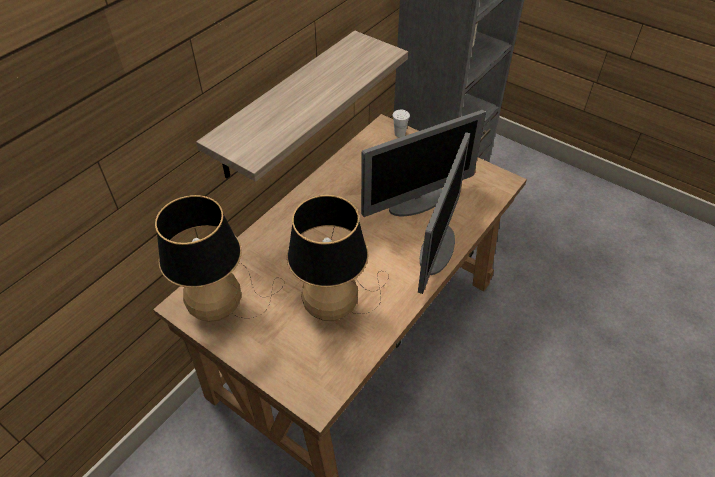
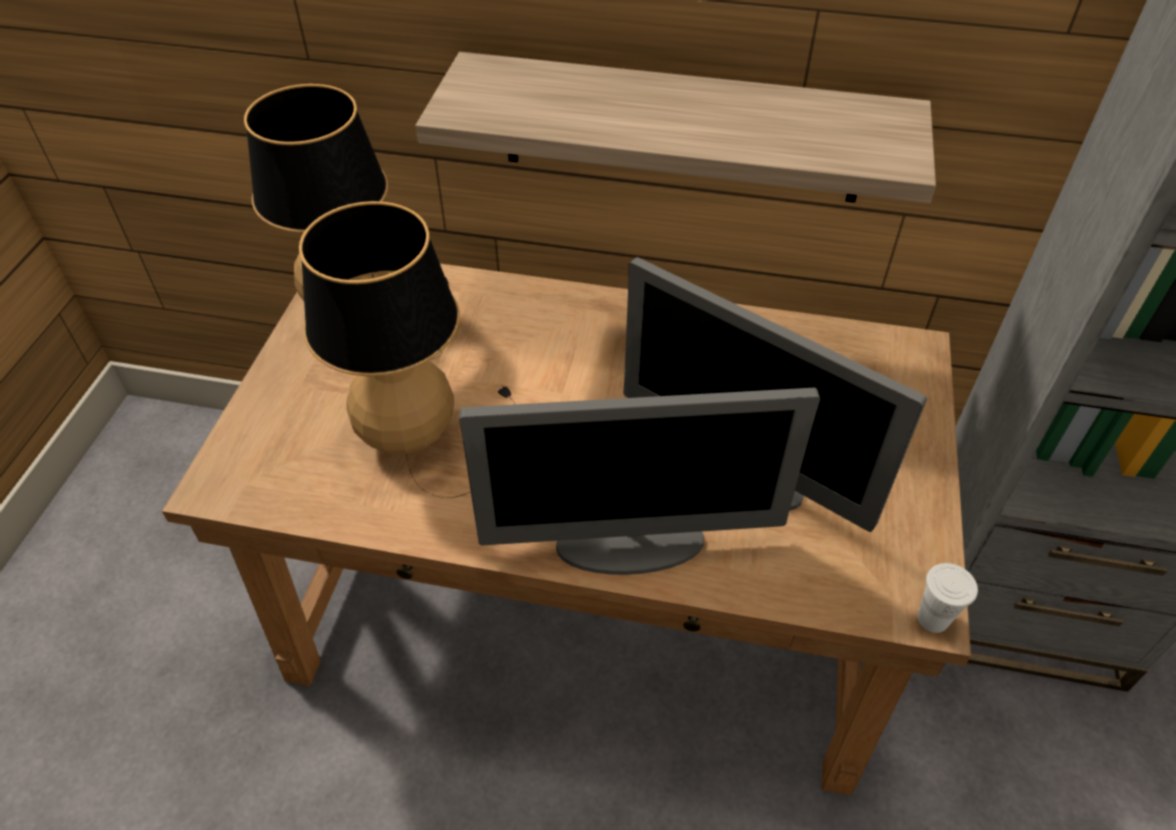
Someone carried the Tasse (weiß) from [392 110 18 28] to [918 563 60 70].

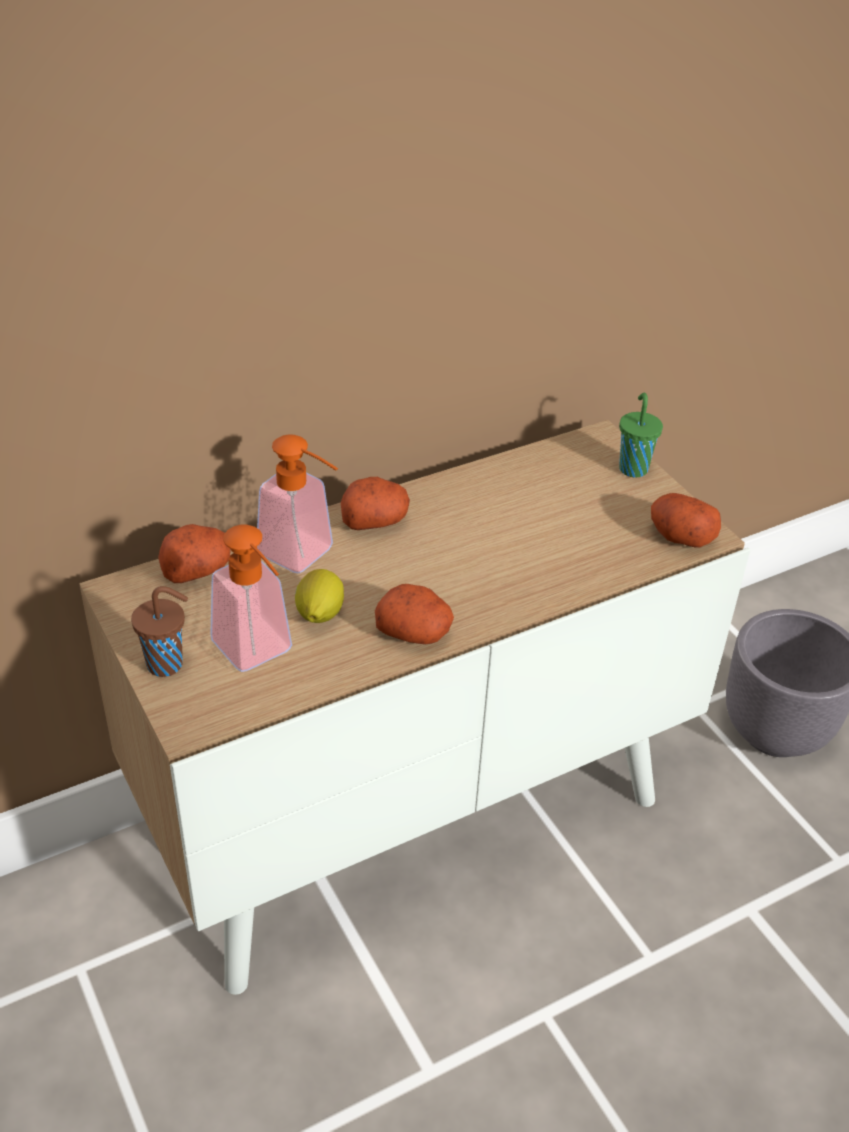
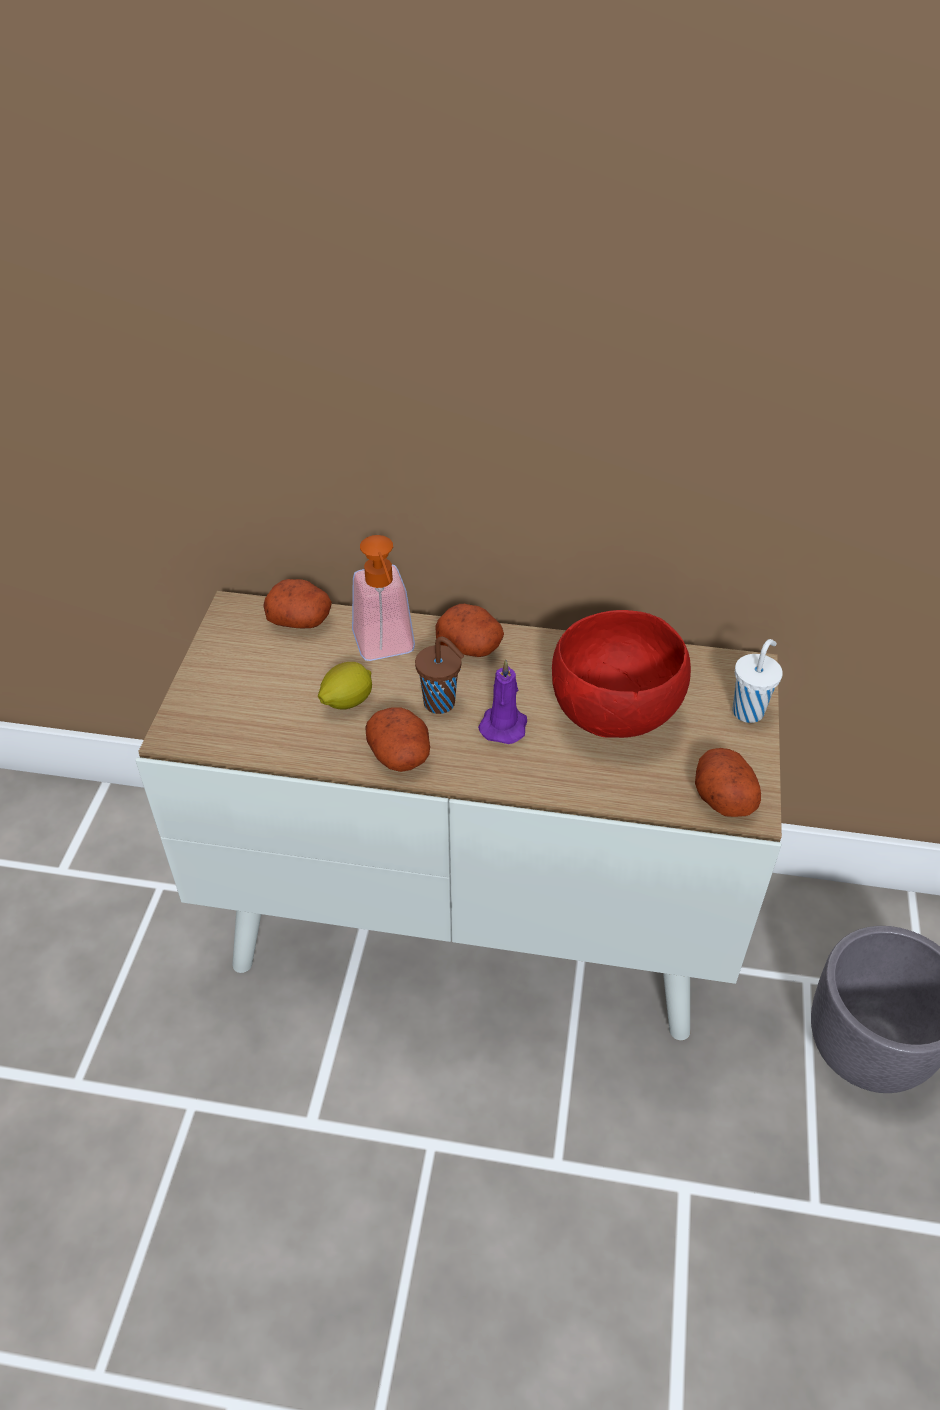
Someone repainted the Tasse (grün) at [619 393 44 85], which became the Tasse (weiß) at [732 639 51 84].
Someone took away the Seifenspender at [210 525 82 147].
Someone carried the Tasse (braun) from [131 586 57 91] to [415 637 49 77].
Someone put down the Schüssel (rot) at [552 610 139 128].
Someone put down the Kerze (lila) at [478 660 49 84].

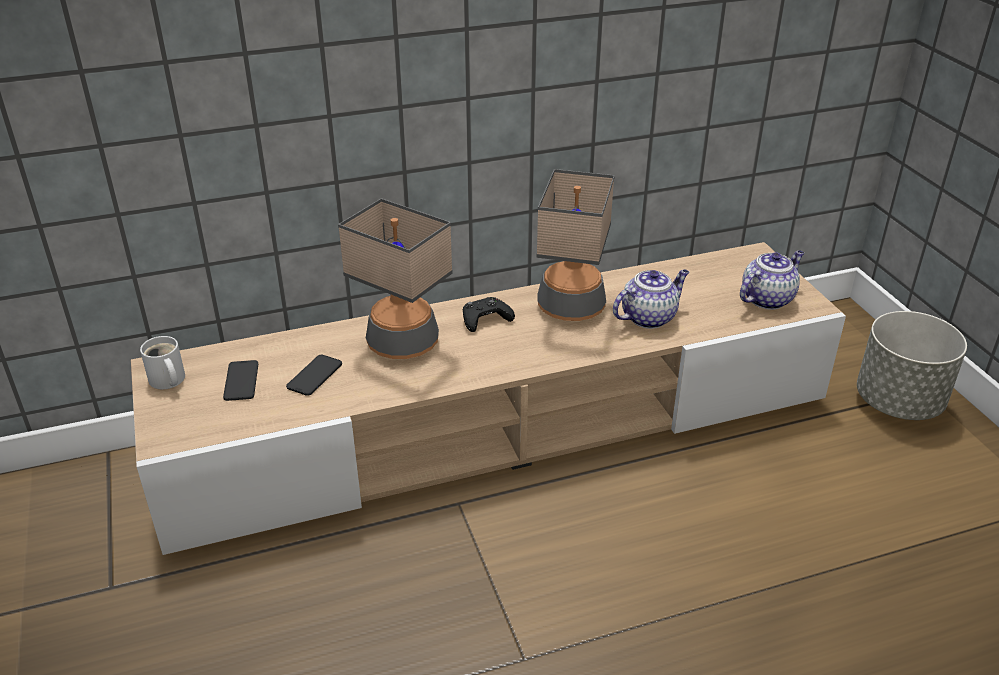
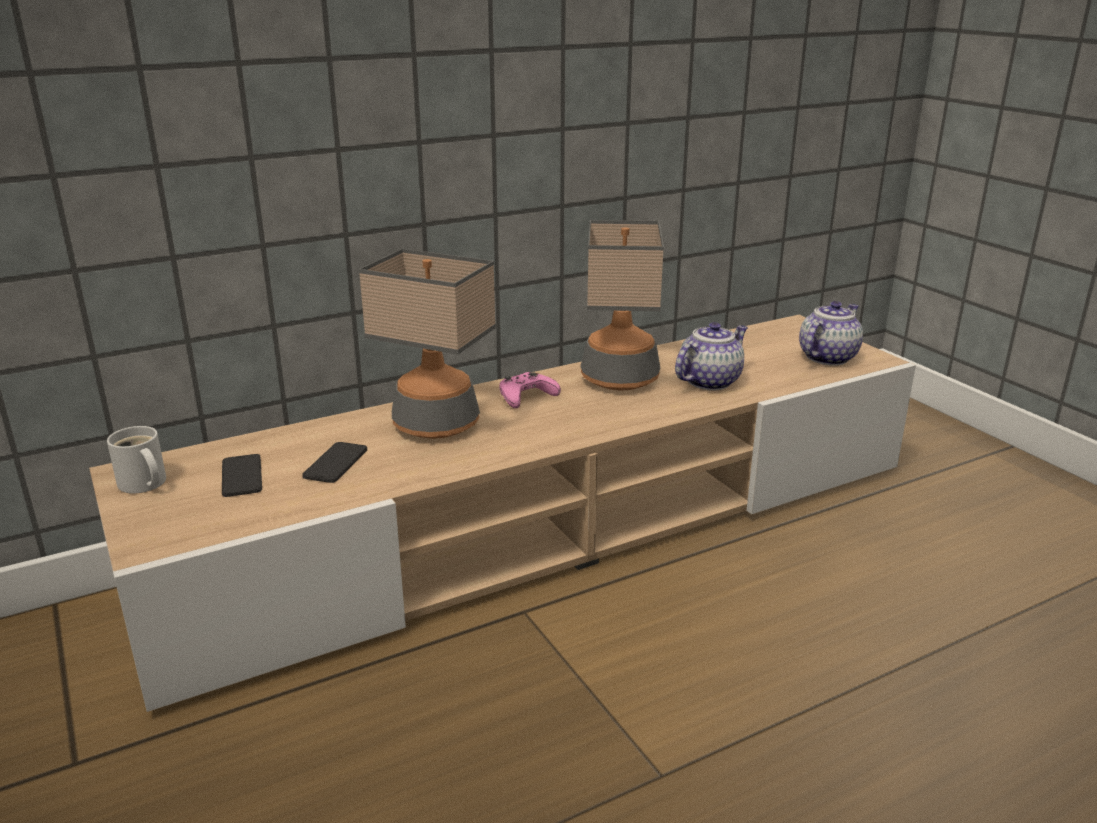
Someone repainted the Gamepad (schwarz) at [463 297 52 35], which became the Gamepad (rosa) at [499 372 62 36].
Someone took away the Pflanzkübel (grau) at [857 311 110 109].

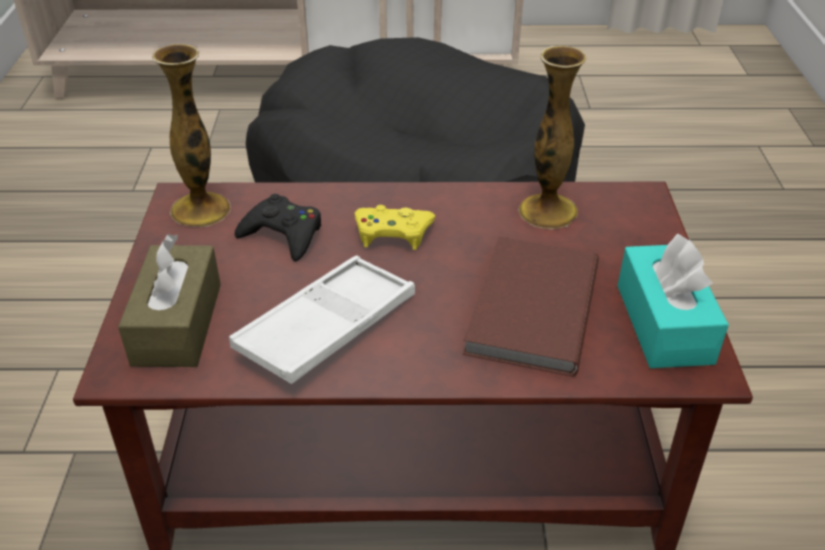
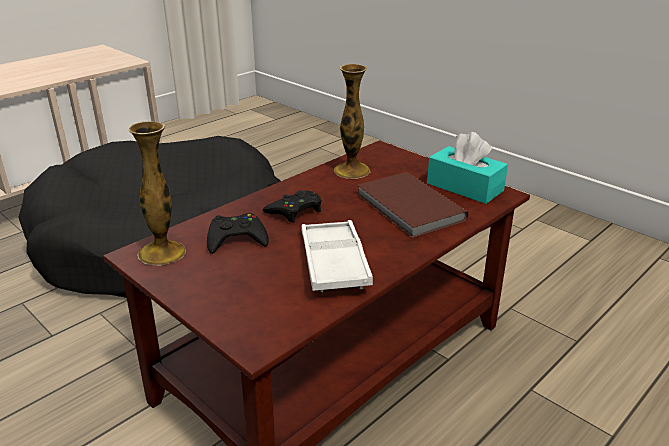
Someone repainted the Gamepad (gelb) at [355 205 80 45], which became the Gamepad (schwarz) at [263 190 59 33].
Someone took away the Taschentuchbox (braun) at [118 234 103 133].

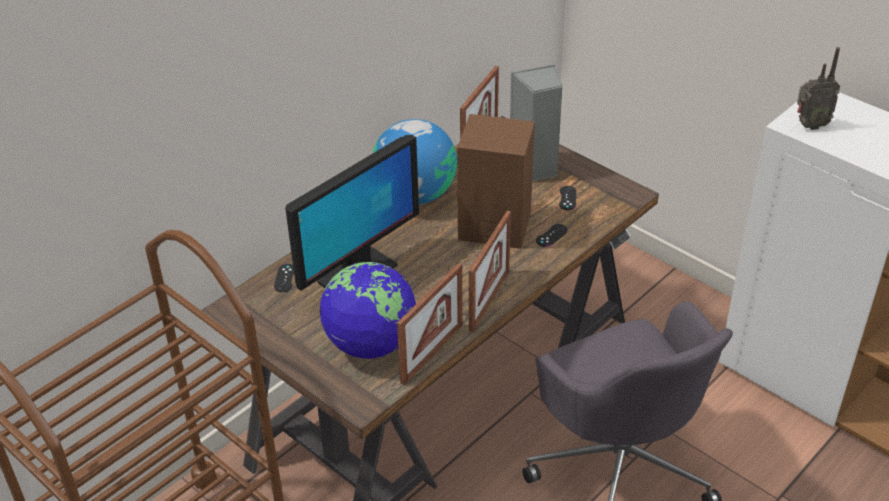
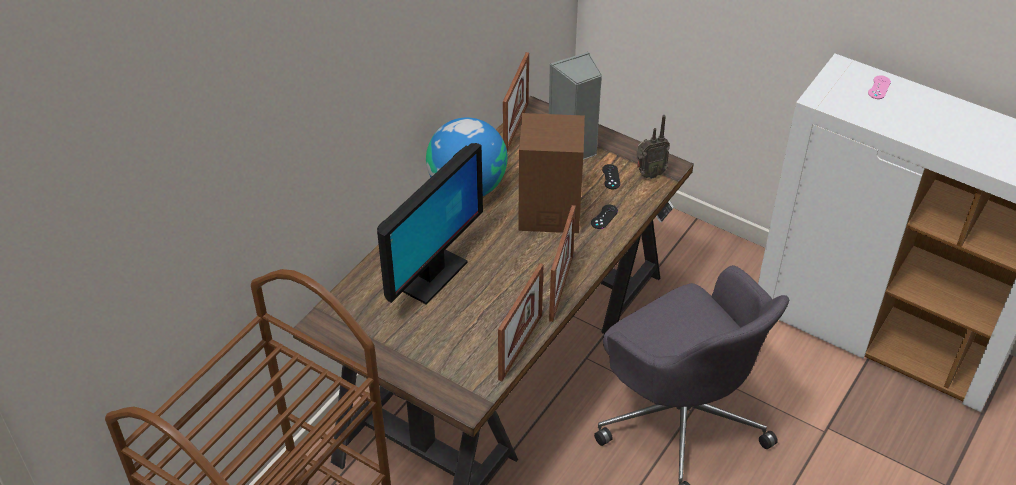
Someone carried the Radio from [797 47 43 83] to [636 115 34 64].
Someone took away the Globus at [319 262 97 97].
Someone took away the Gamepad (schwarz) at [274 264 20 28].
Someone put down the Gamepad (rosa) at [868 75 23 24].

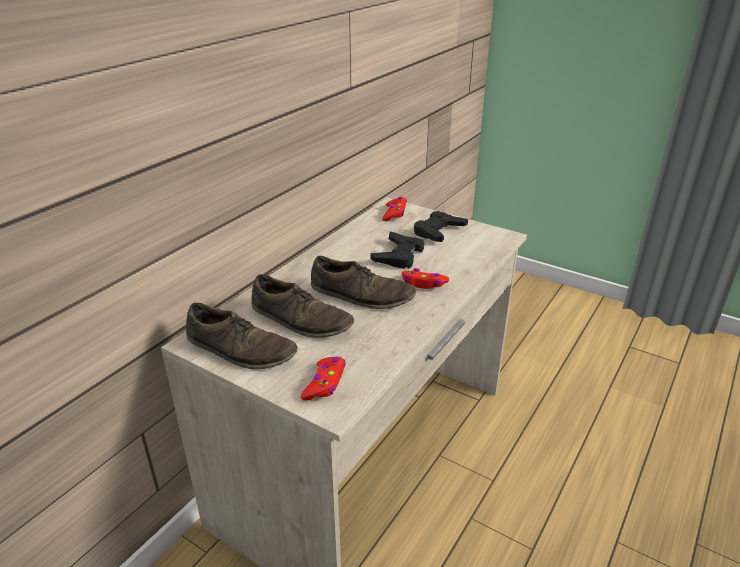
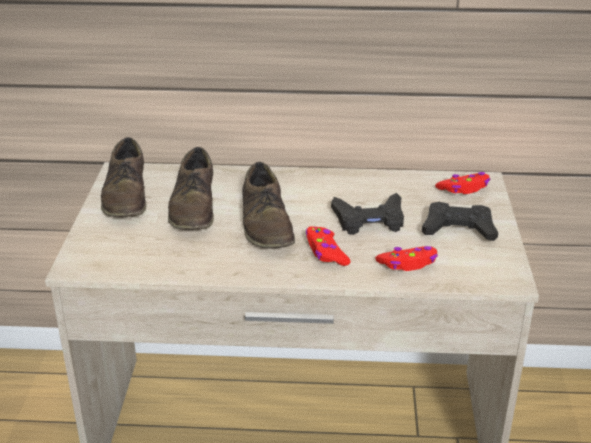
Someone carried the Gamepad (rot) from [301 357 45 44] to [375 246 63 25].

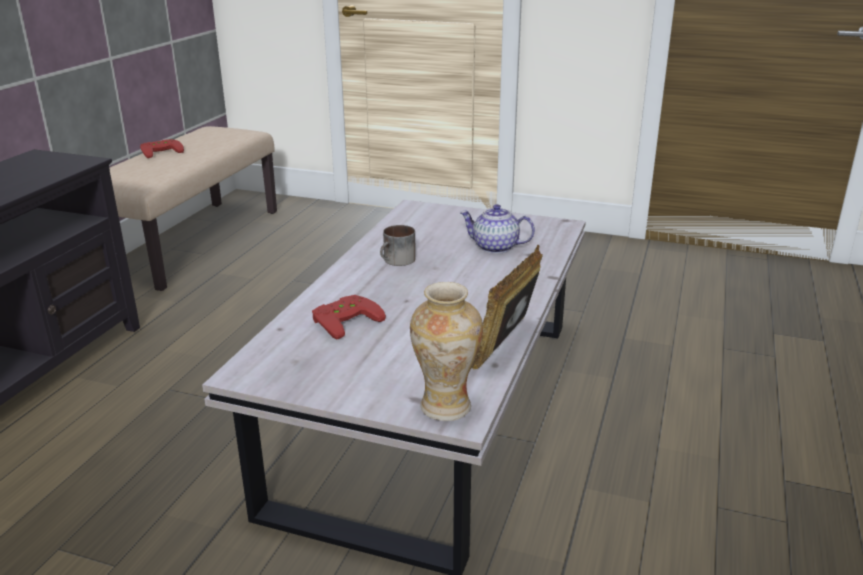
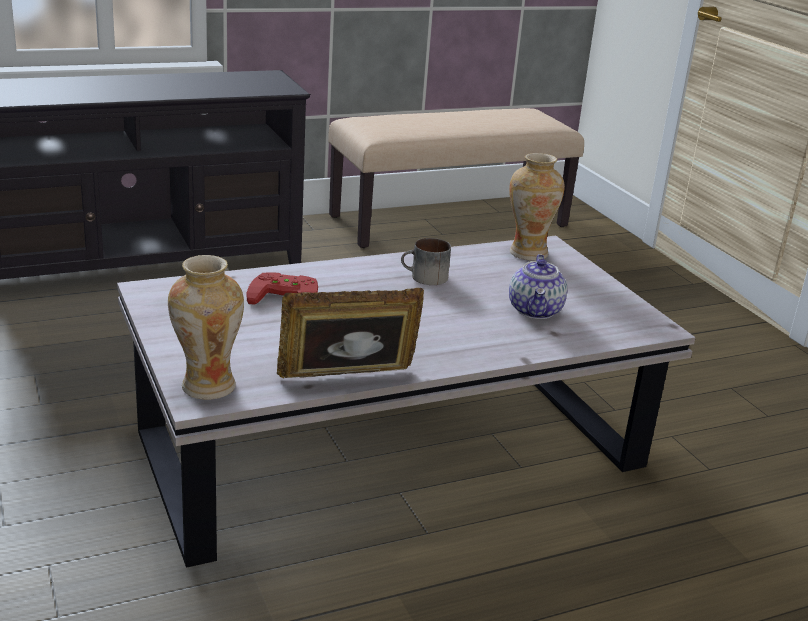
Someone took away the Gamepad (rot) at [140 139 44 19].
Someone rotated the Teekanne at [459 204 76 50] by 150 degrees counterclockwise.
Someone put down the Vase at [509 153 56 108].

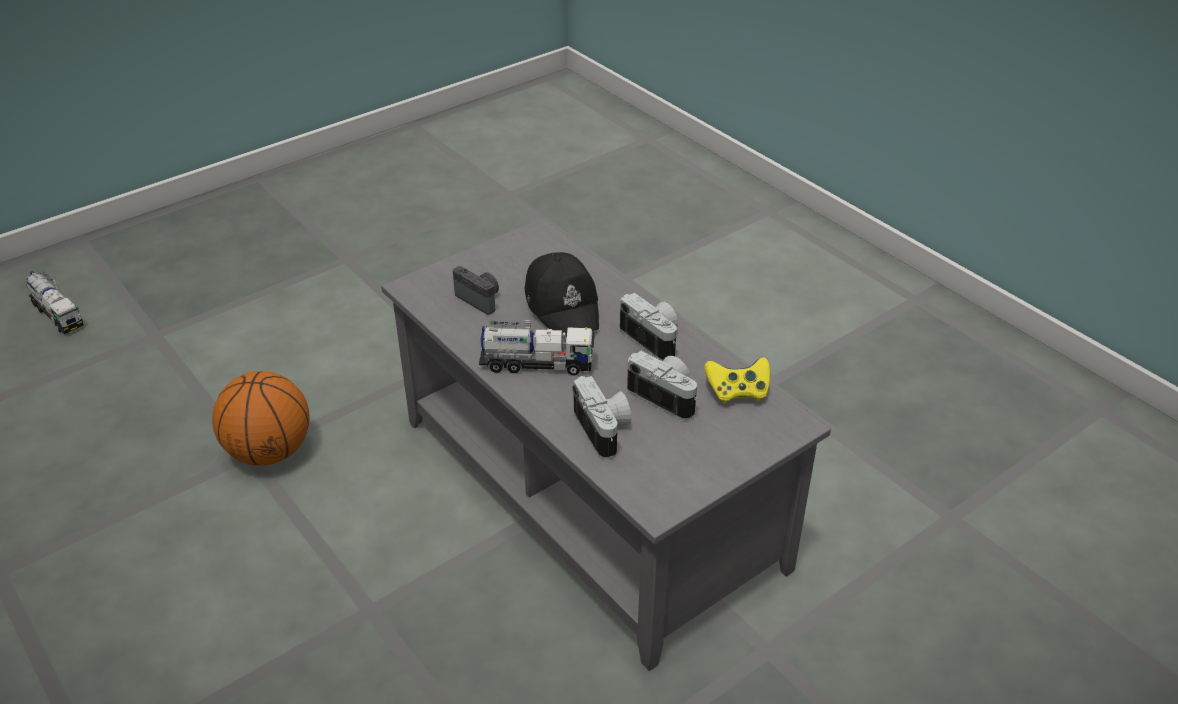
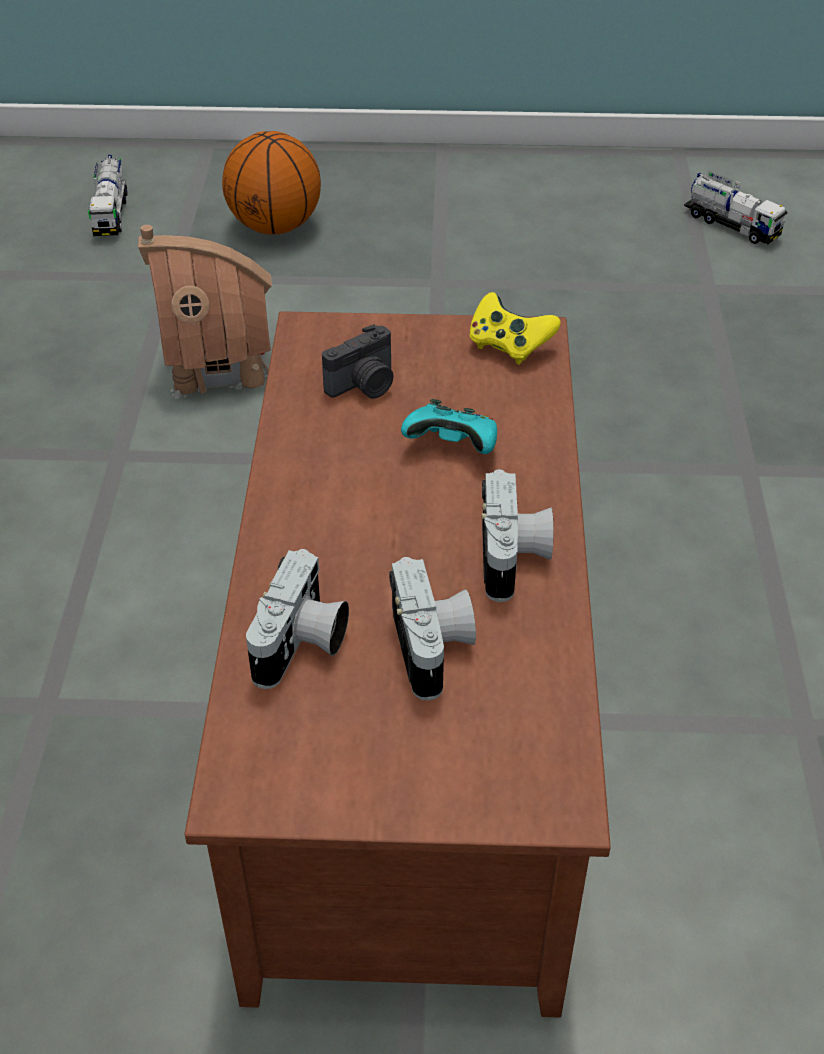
Someone repainted the Couchtisch (grau) at [381 218 450 453], which became the Couchtisch (braun) at [185 311 426 707].
Someone swapped the Kappe (schwarz) at [525 252 74 85] for the Gamepad (türkis) at [401 399 96 55].
Someone rotated the Kamera at [453 266 46 49] by 60 degrees clockwise.
Someone carried the Spielzeuglaster from [479 320 116 55] to [684 170 104 74].
Someone carried the Gamepad (gelb) from [704 357 66 47] to [469 292 92 73].
Someone carried the Basketball from [212 371 98 95] to [222 131 99 103].
Someone put down the Spielzeughaus at [138 225 134 174].

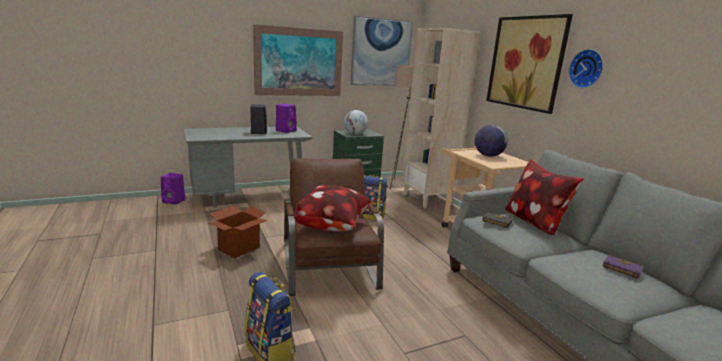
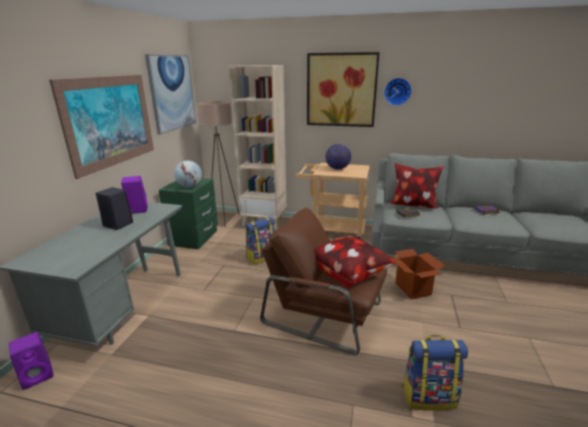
Someone carried the Karton from [209 205 59 54] to [390 249 56 50].

